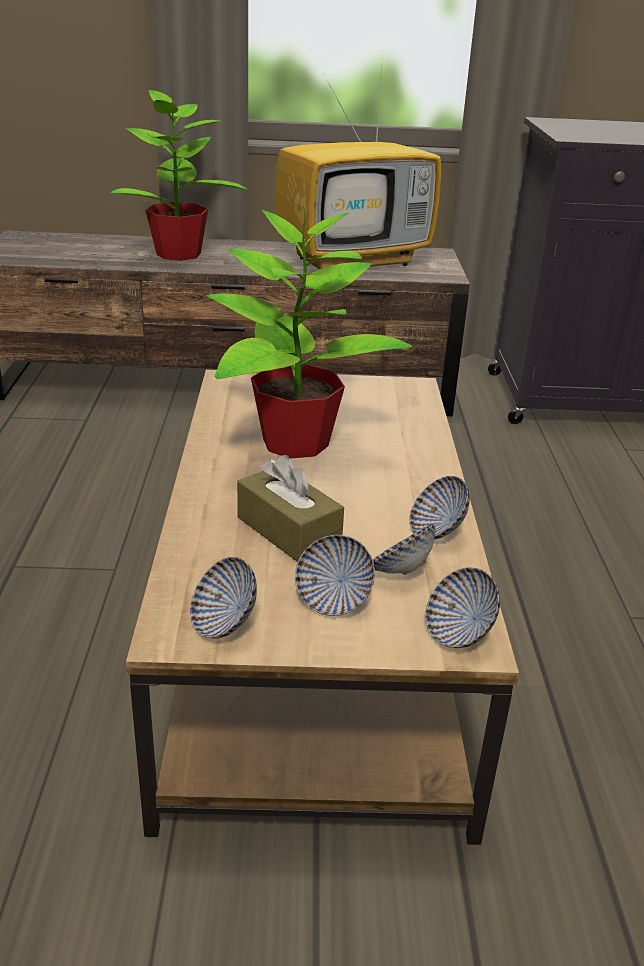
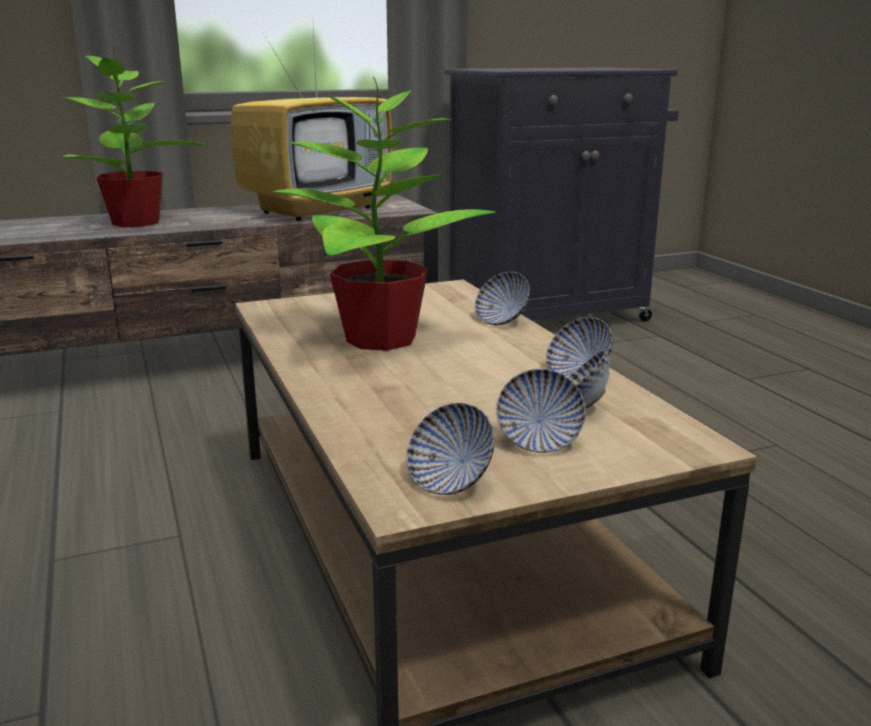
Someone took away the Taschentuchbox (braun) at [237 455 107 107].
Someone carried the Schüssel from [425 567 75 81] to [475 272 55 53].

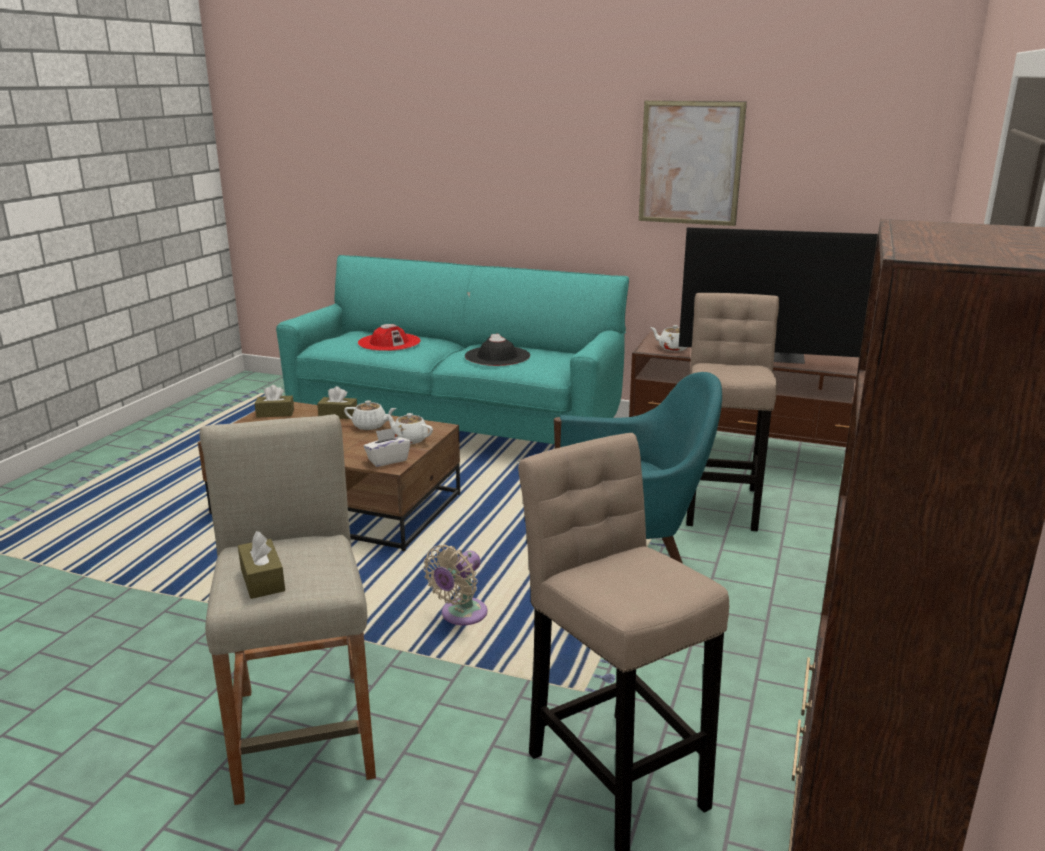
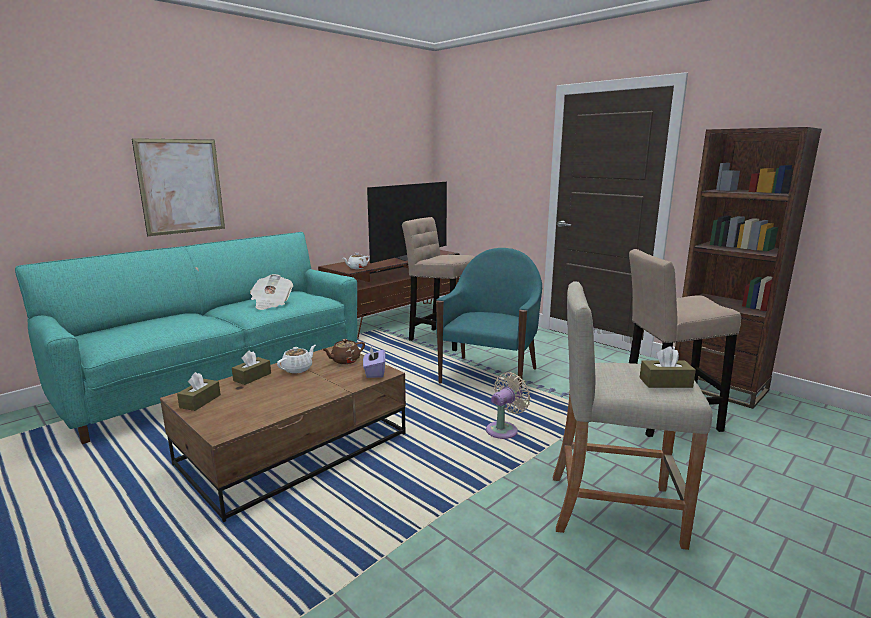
Someone carried the Bild from [639 101 108 125] to [132 138 93 98].
Someone took away the Hut (rot) at [358 324 63 27].
Someone swapped the Hut (schwarz) at [465 334 65 32] for the Zeitung at [250 274 43 36].
Someone repainted the Teekanne (weiß) at [385 413 48 31], which became the Teekanne (braun) at [322 339 43 25].
Someone repainted the Taschentuchbox (weiß) at [364 428 47 39], which became the Taschentuchbox (lila) at [363 346 22 32].
Someone rotated the Ventilator (beige) at [423 544 64 81] by 105 degrees counterclockwise.

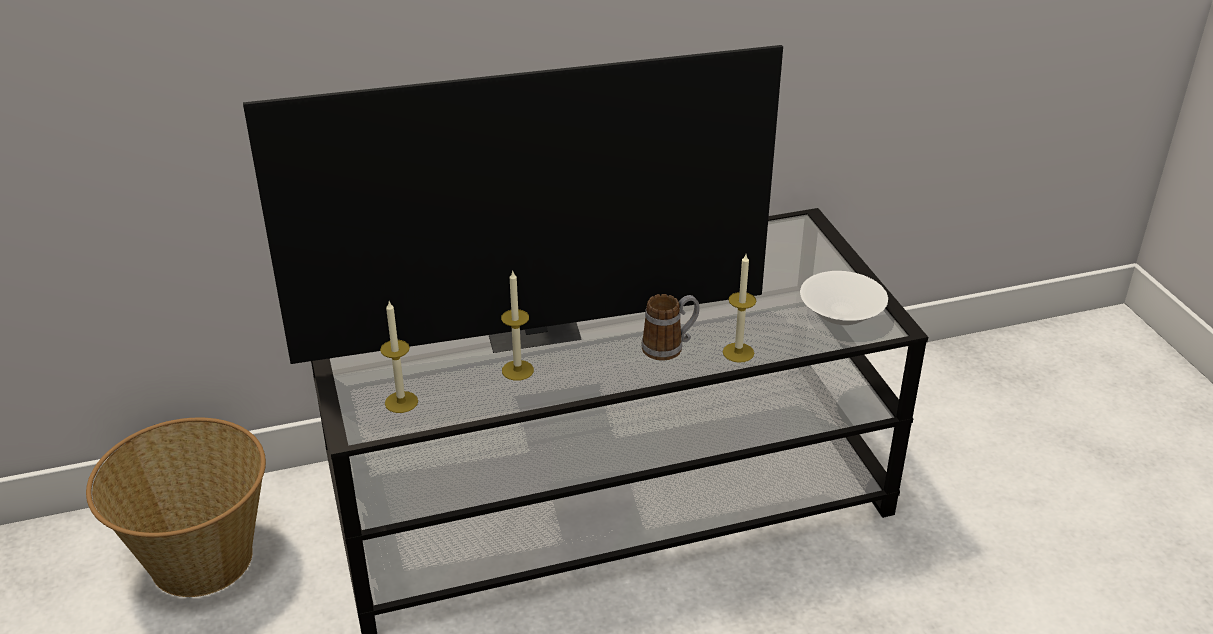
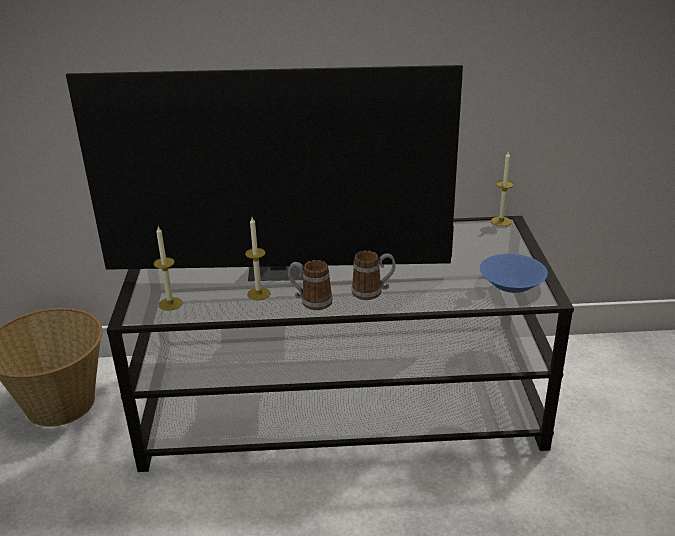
Someone carried the Kerze from [723 254 33 109] to [491 152 23 74].
Someone repainted the Schüssel (weiß) at [800 271 88 54], which became the Schüssel (blau) at [480 254 68 39].
Someone put down the Henkelbecher at [288 260 45 50].

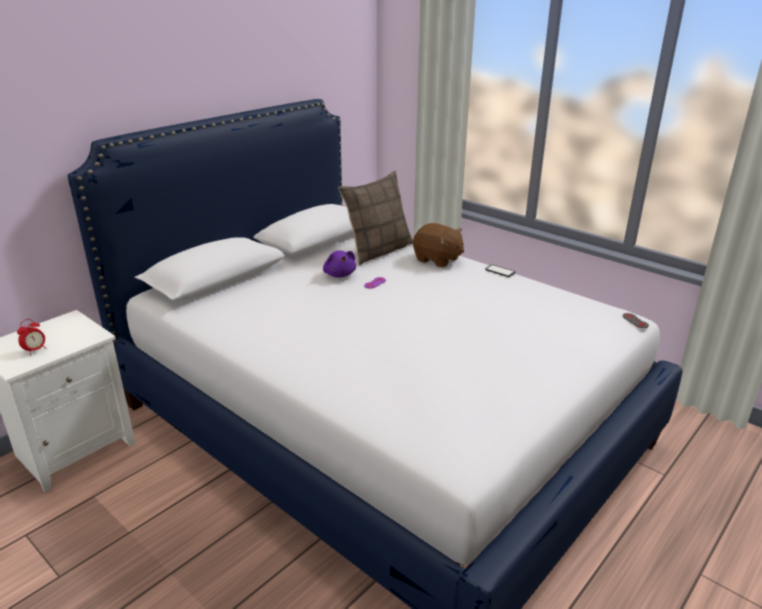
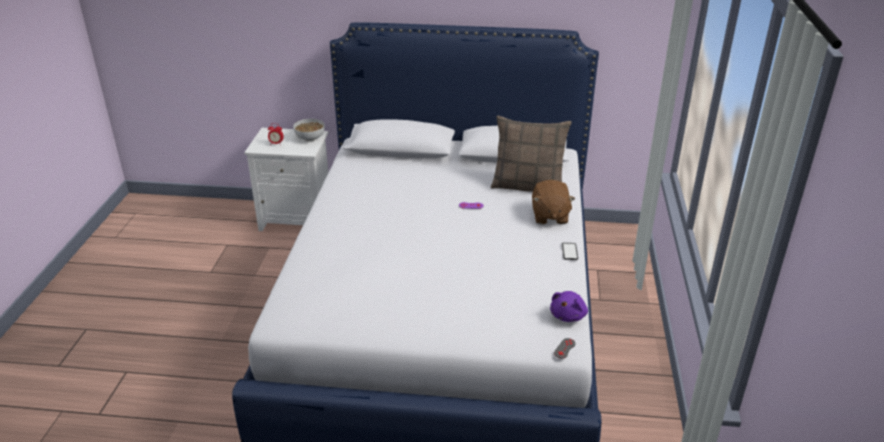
Someone carried the Plüschtier (lila) from [323 250 33 28] to [550 291 38 31].
Someone put down the Schüssel at [293 119 32 22].

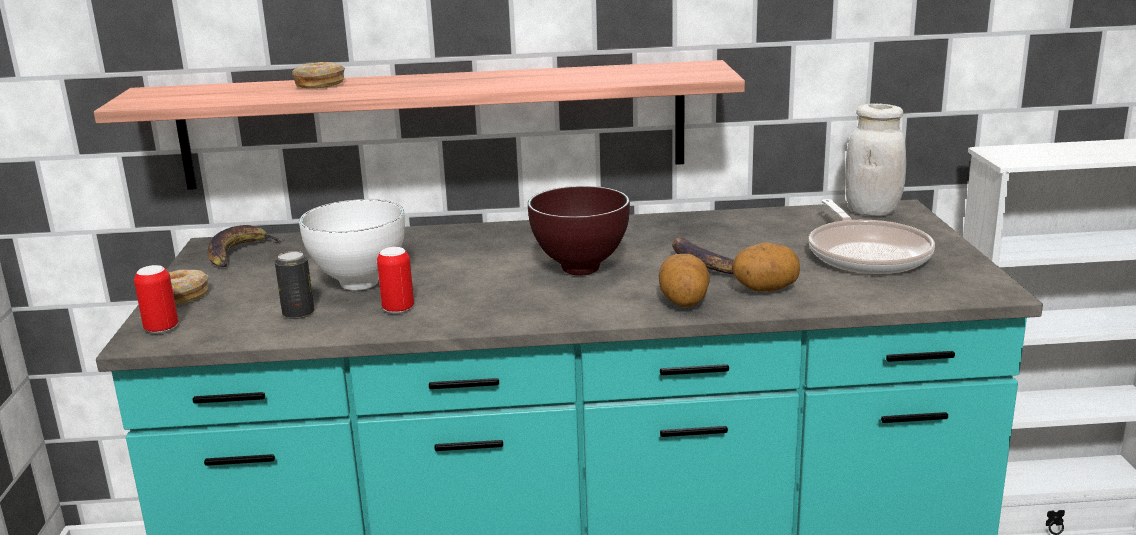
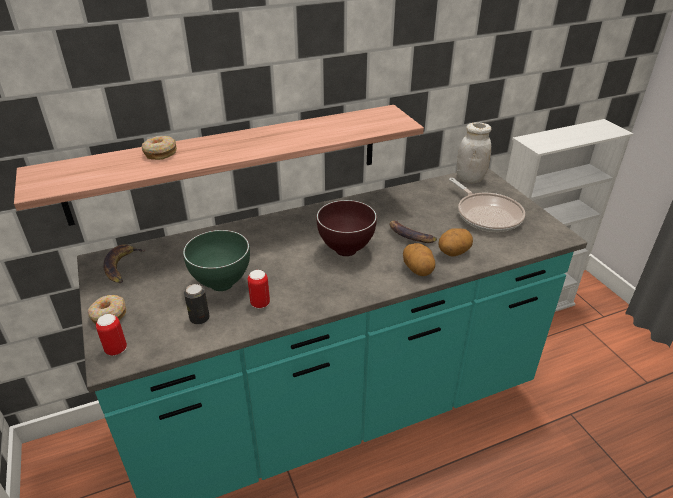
Someone repainted the Schüssel (weiß) at [299 199 106 92], which became the Schüssel (grün) at [183 230 67 61].

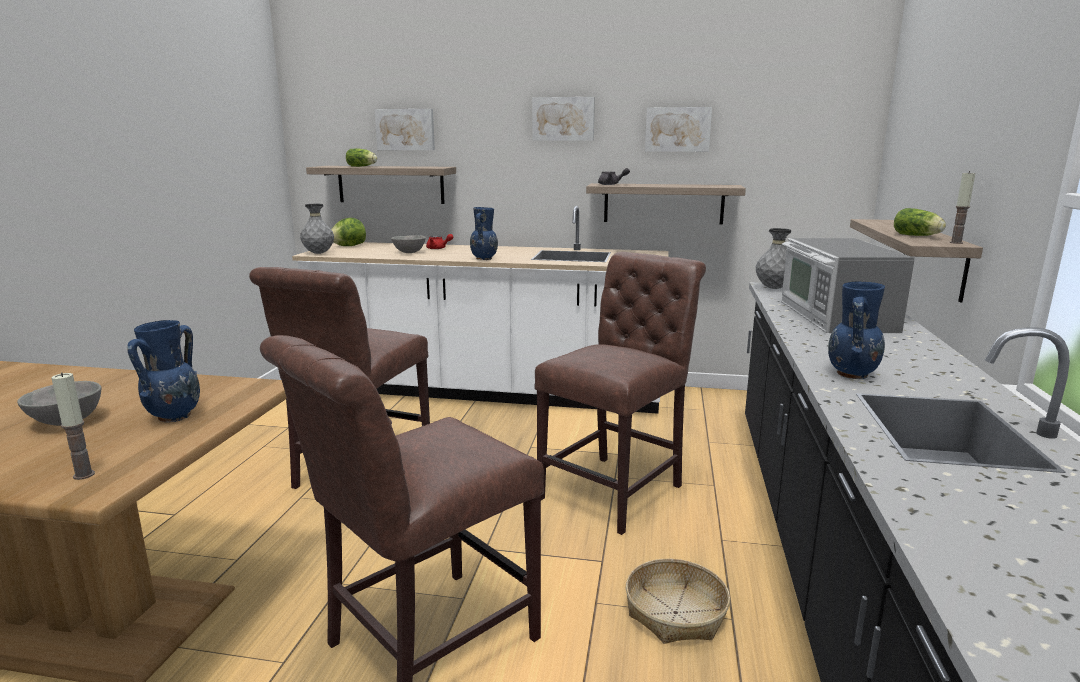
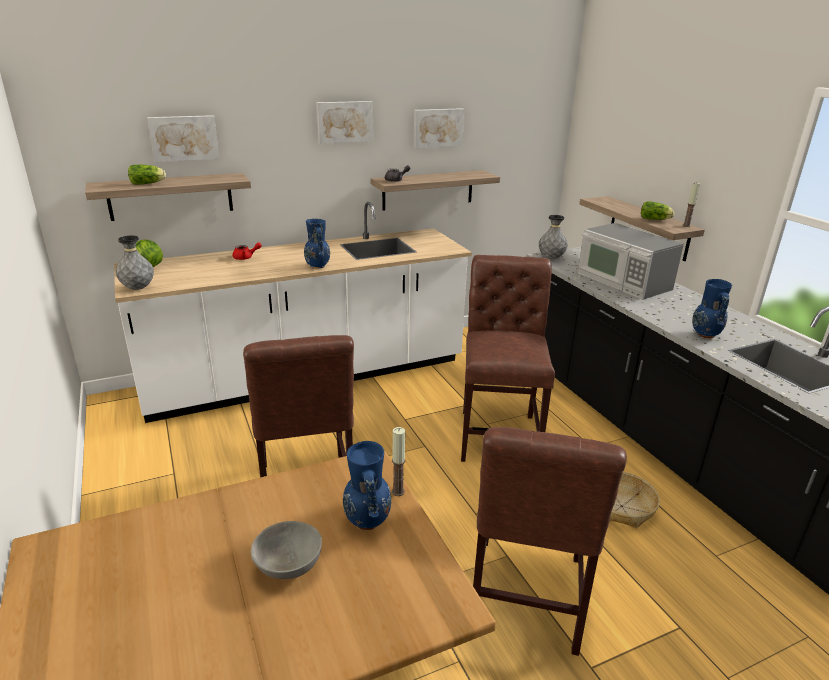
Someone took away the Schüssel (grau) at [391 235 35 18].
Someone carried the Kerze from [51 372 44 108] to [392 427 14 69].

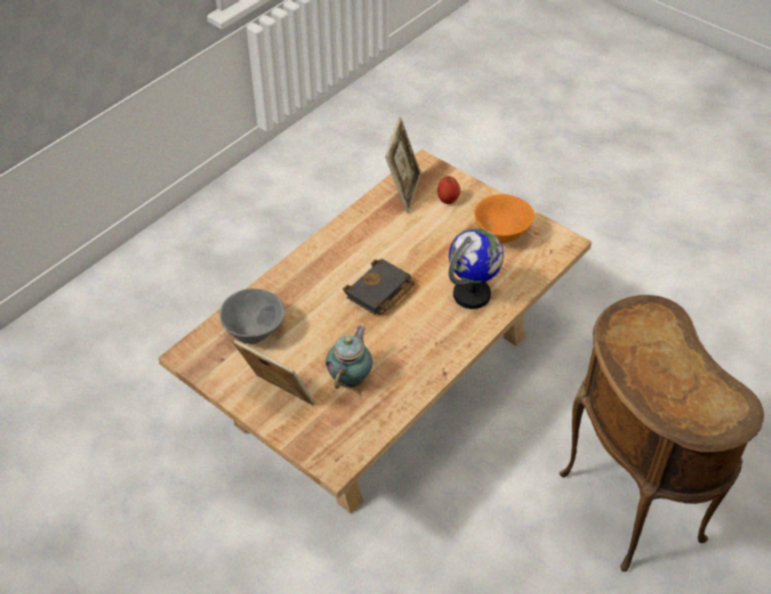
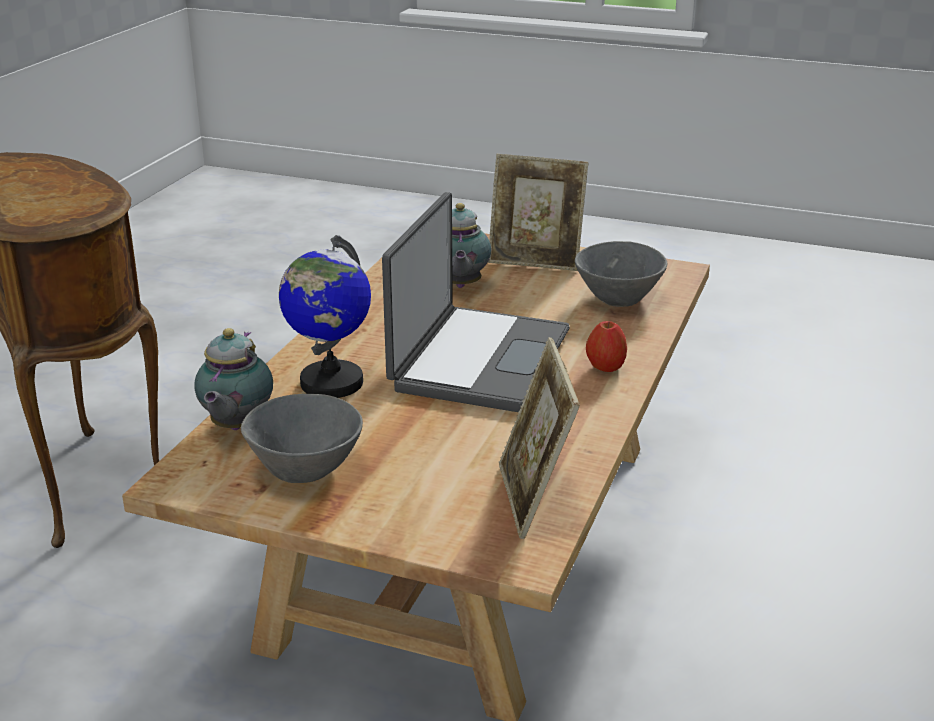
Someone carried the Apfel from [437 176 24 28] to [586 321 41 51].
Someone repainted the Schüssel (orange) at [474 194 61 49], which became the Schüssel (grau) at [241 394 122 89].
Someone swapped the Buch (schwarz) at [343 259 72 56] for the Laptop at [382 192 188 220].
Someone put down the Teekanne at [194 328 79 102].

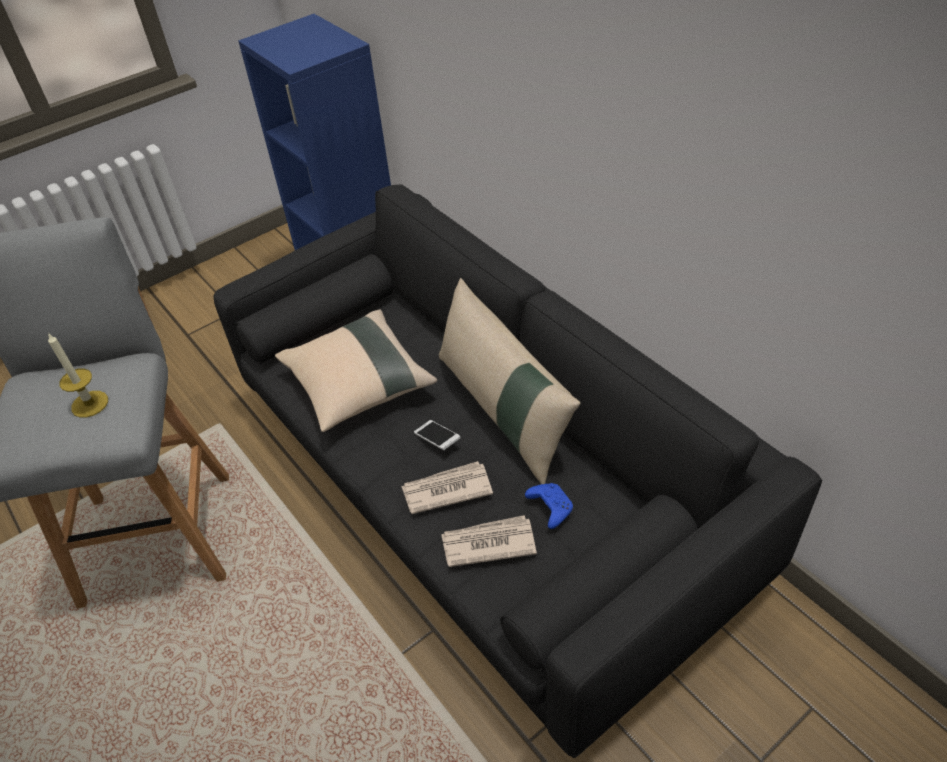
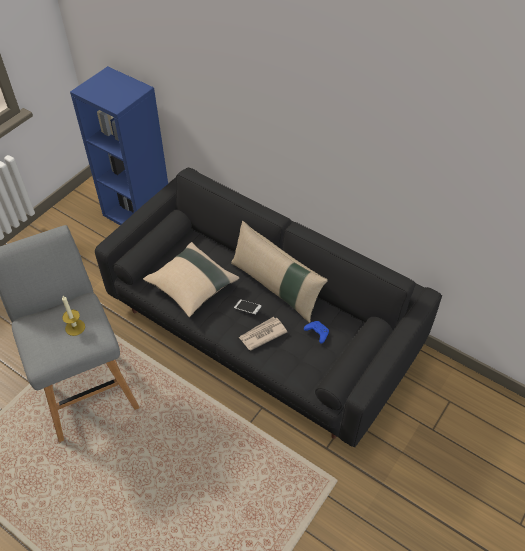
Someone took away the Zeitung at [441 515 96 52].

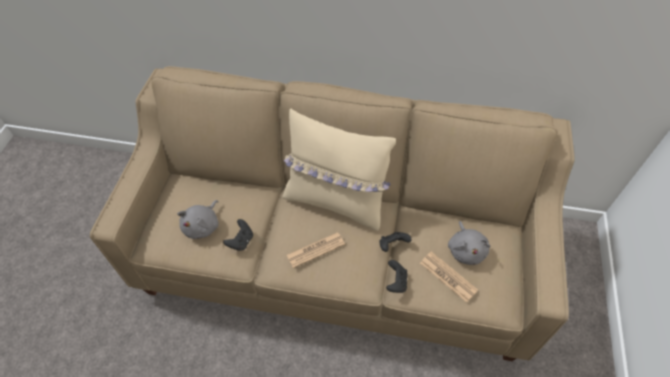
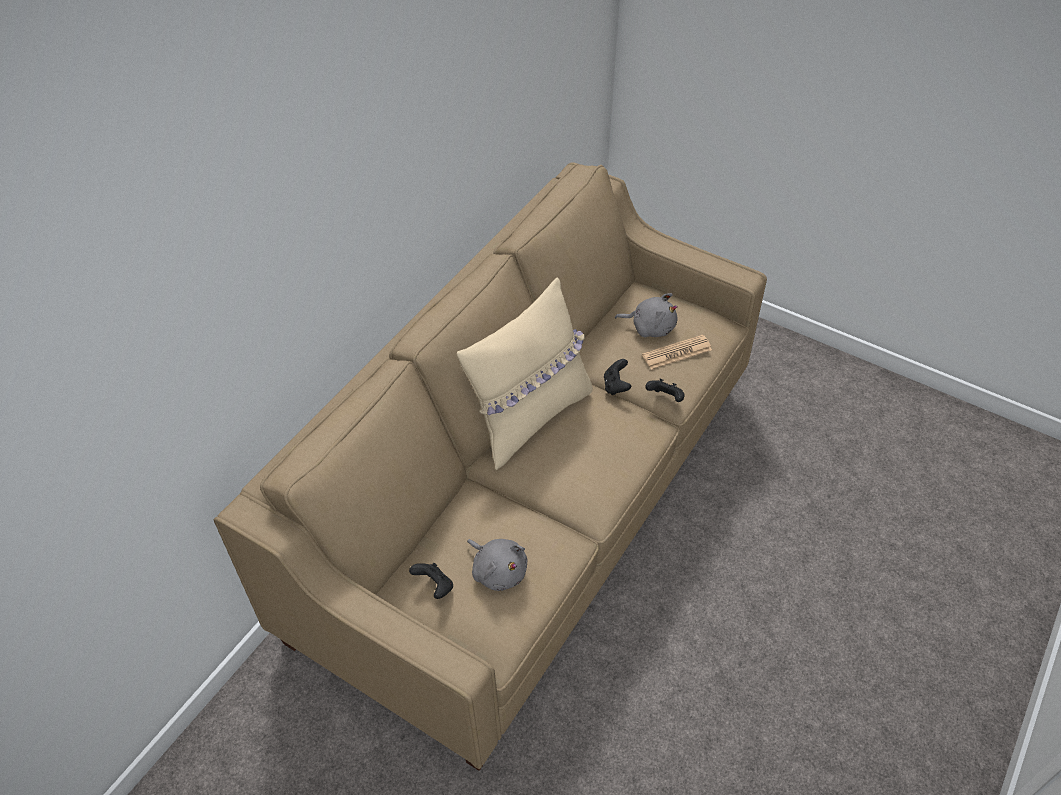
Someone carried the Gamepad (schwarz) from [223 219 30 32] to [409 563 44 36].
Someone took away the Zeitung at [287 232 58 36].

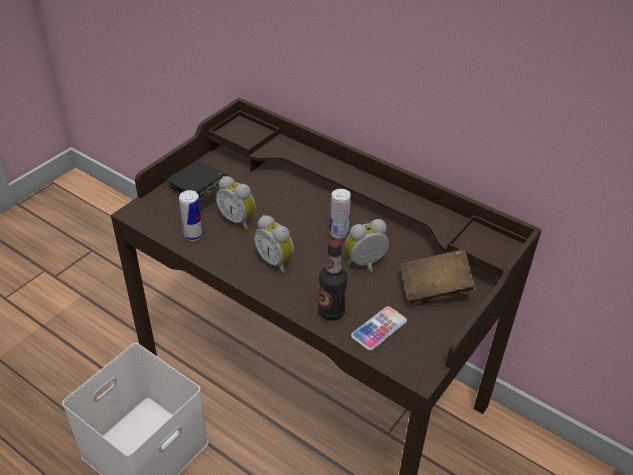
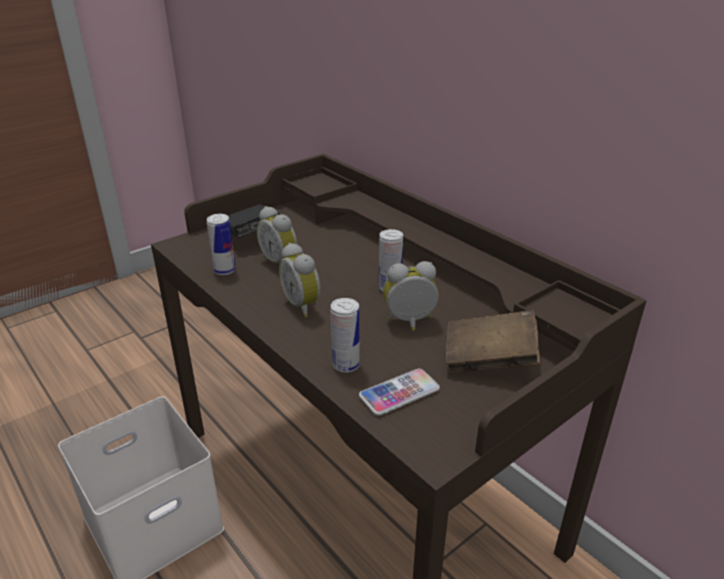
Someone swapped the Flasche at [318 239 30 82] for the Dose at [331 298 29 75].

